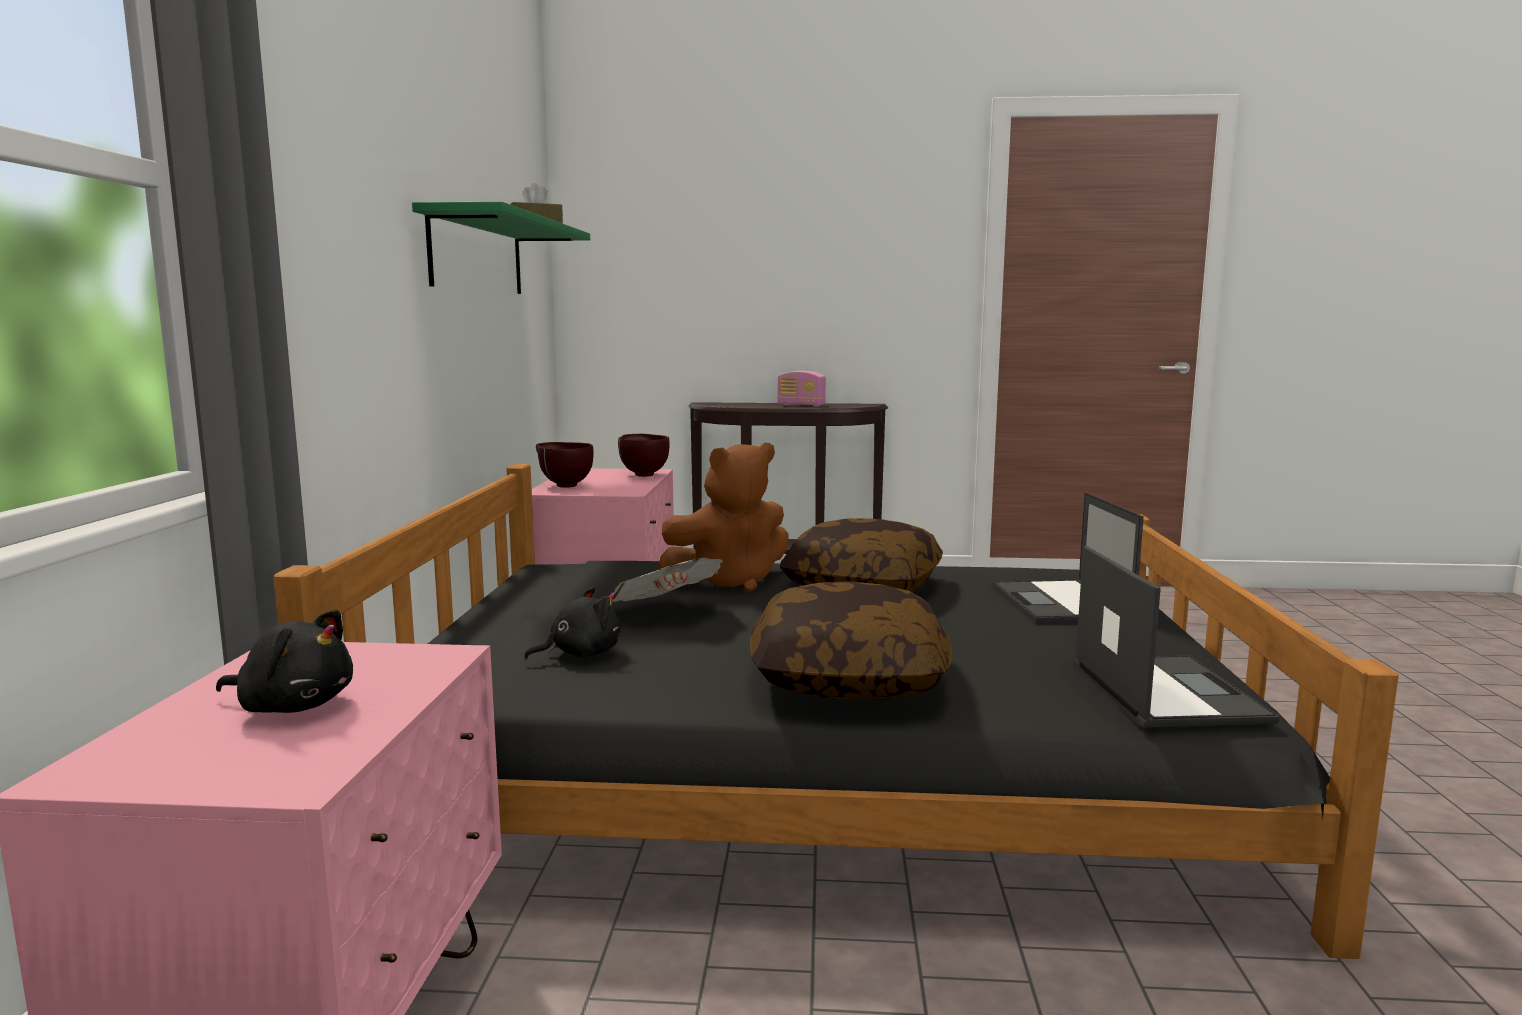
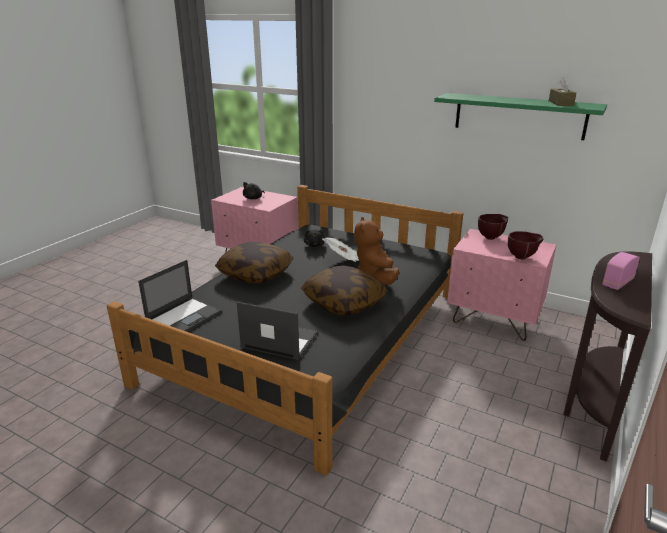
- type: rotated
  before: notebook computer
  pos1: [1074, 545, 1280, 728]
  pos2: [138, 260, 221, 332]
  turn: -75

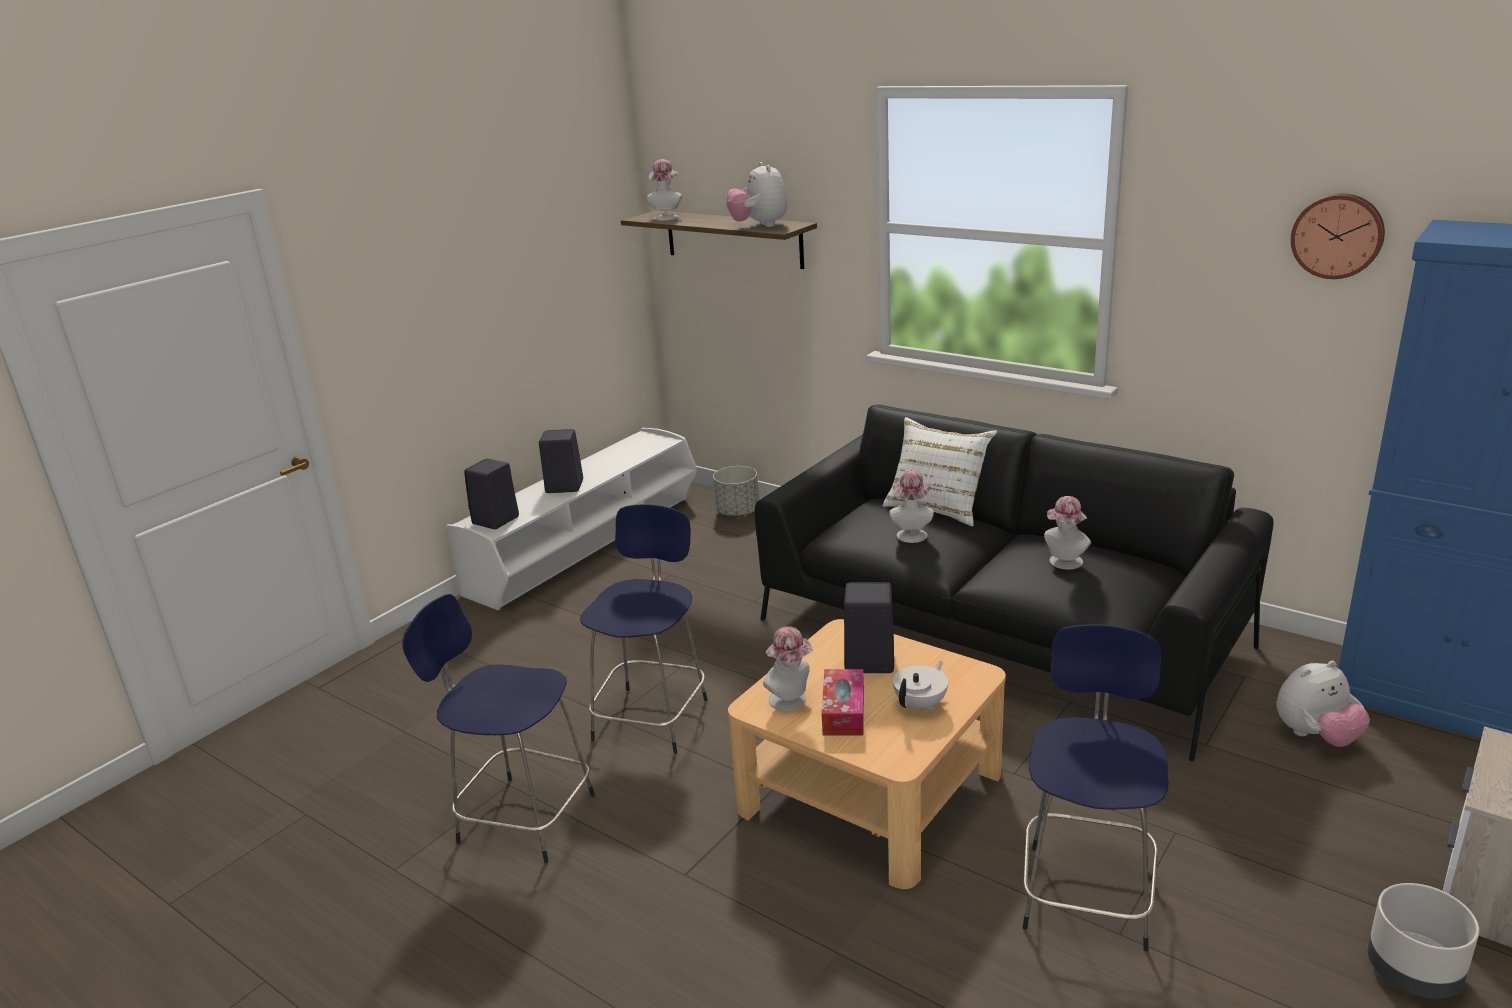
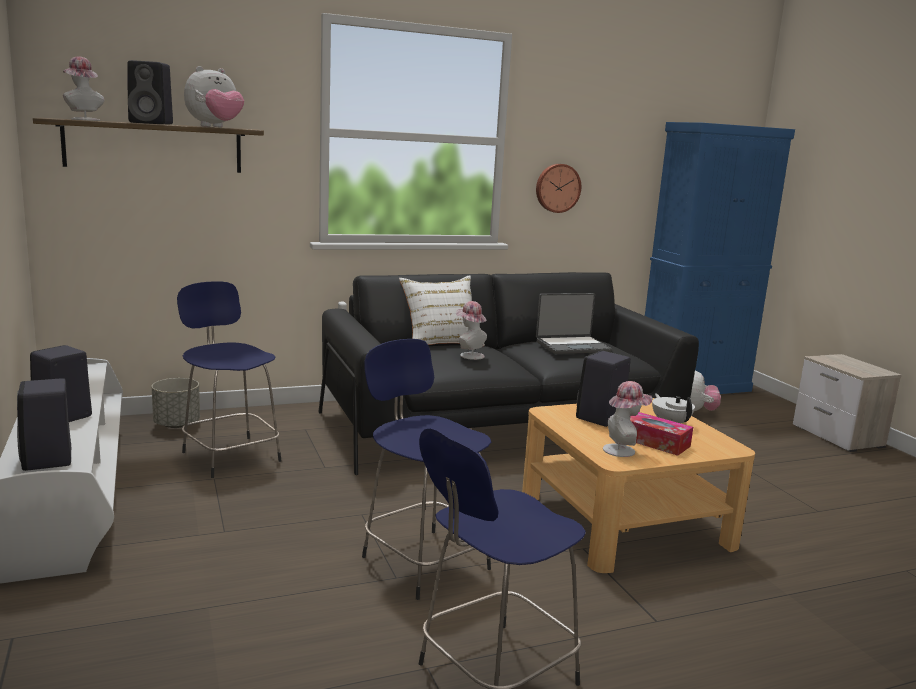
- type: new
  after: black audio speaker
  pos2: [127, 60, 173, 124]
- type: shifted
  before: bluish sitting stool
  pos1: [1023, 624, 1168, 952]
  pos2: [177, 281, 281, 478]
- type: rotated
  before: cuddly toy
  pos1: [727, 162, 787, 227]
  pos2: [184, 66, 244, 127]
  turn: -60
- type: shifted
  before: clock on the wall
  pos1: [1291, 194, 1385, 279]
  pos2: [536, 164, 581, 213]
- type: swapped
  before: clothing hat
  after: notebook computer
  pos1: [1044, 496, 1091, 570]
  pos2: [536, 293, 612, 354]
- type: gone
  before: gray plant pot
  pos1: [1367, 883, 1479, 998]

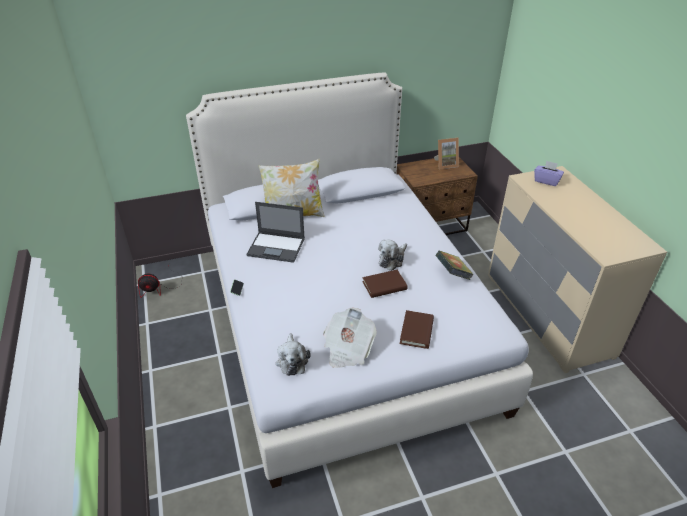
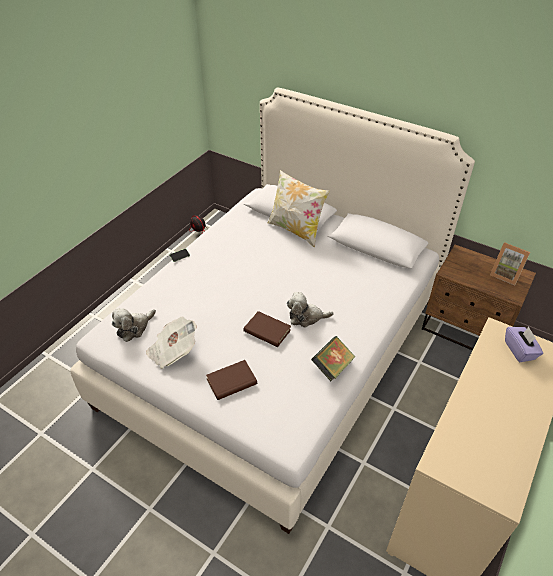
- type: gone
  before: notebook computer
  pos1: [246, 202, 305, 263]

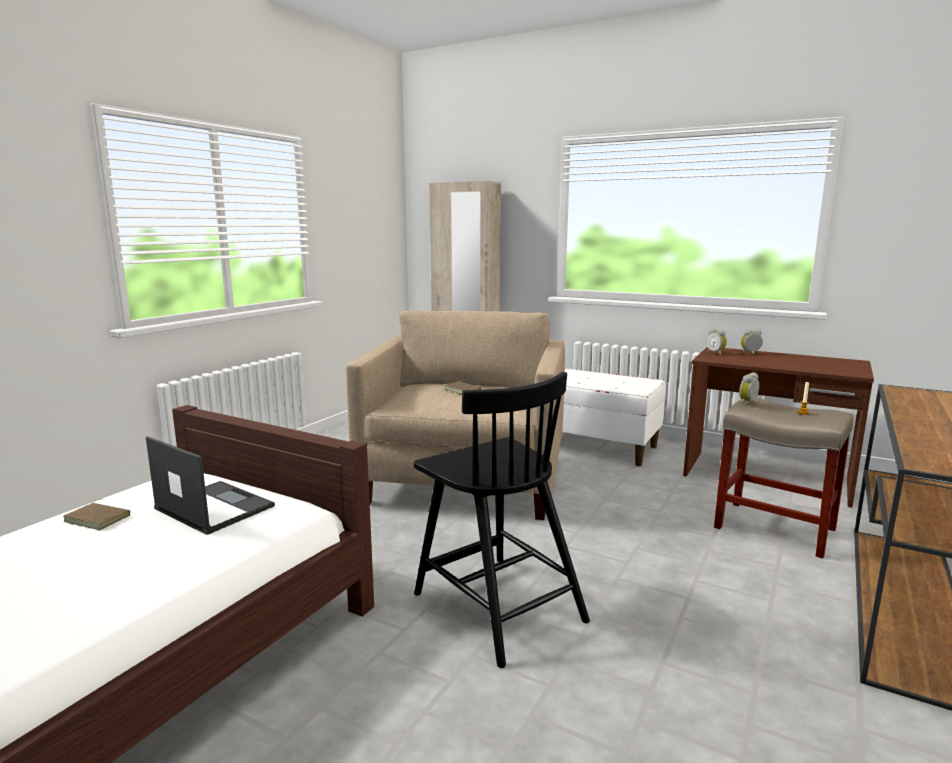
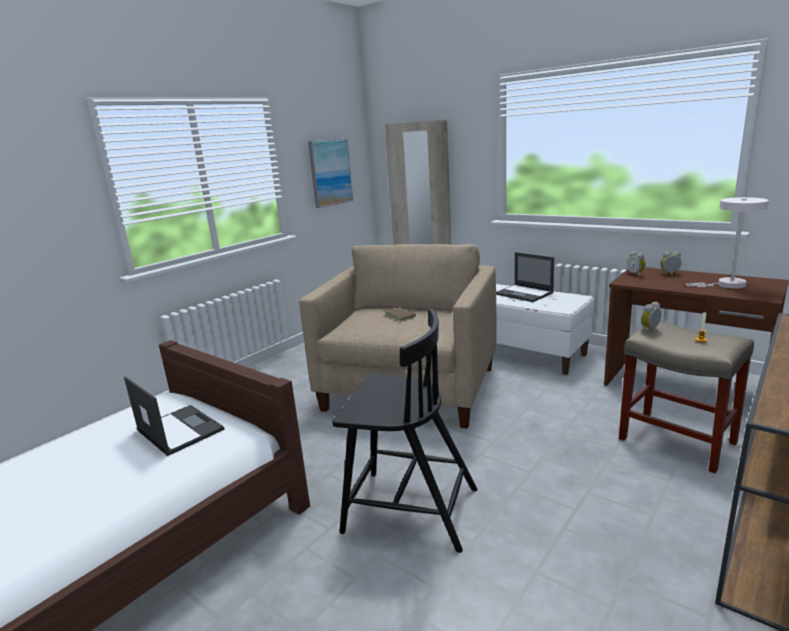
- type: new
  after: wall picture
  pos2: [308, 138, 353, 208]
- type: rotated
  before: black upright chair
  pos1: [414, 372, 590, 668]
  pos2: [332, 309, 478, 553]
  turn: -45
- type: new
  after: notebook computer
  pos2: [496, 252, 554, 302]
- type: new
  after: white table lamp
  pos2: [686, 197, 769, 289]
- type: gone
  before: brown volume
  pos1: [63, 499, 130, 530]

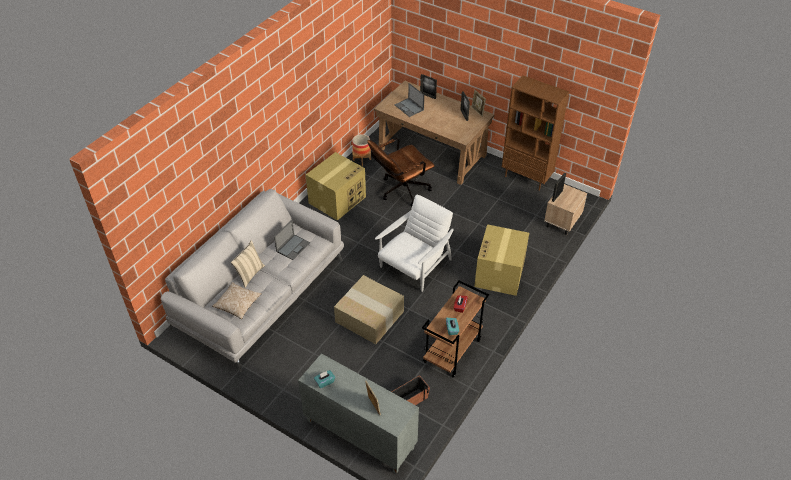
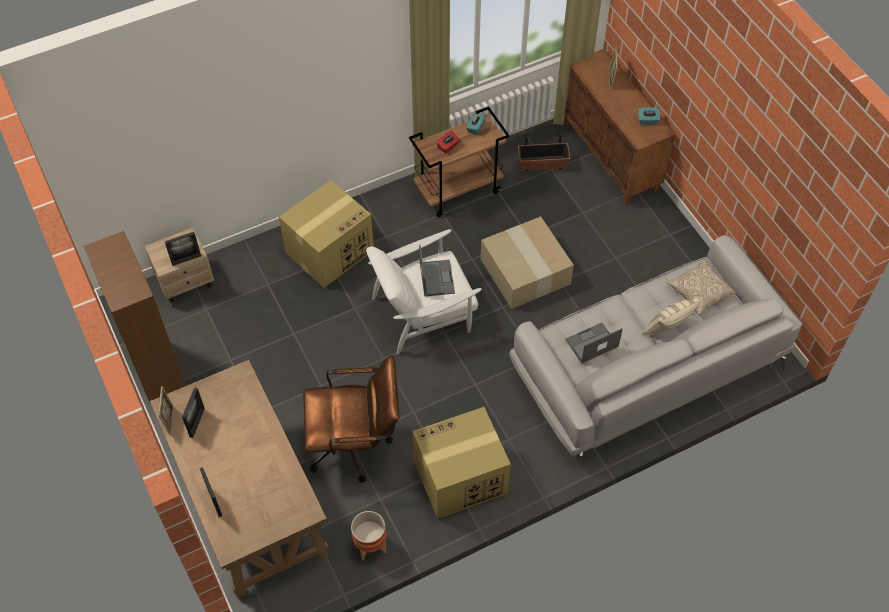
- type: shifted
  before: notebook computer
  pos1: [394, 83, 424, 117]
  pos2: [419, 245, 455, 297]
- type: repainted
  before: gray storage cabinet
  after: brown storage cabinet
  pos1: [298, 353, 419, 474]
  pos2: [564, 49, 675, 205]

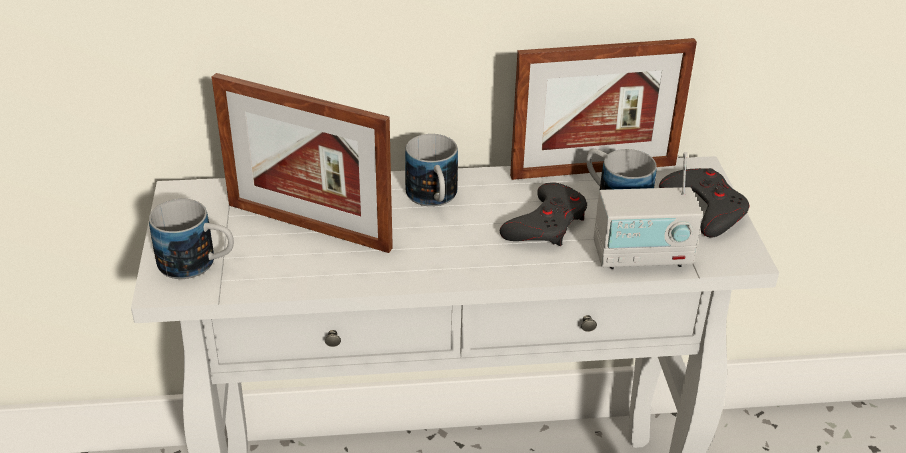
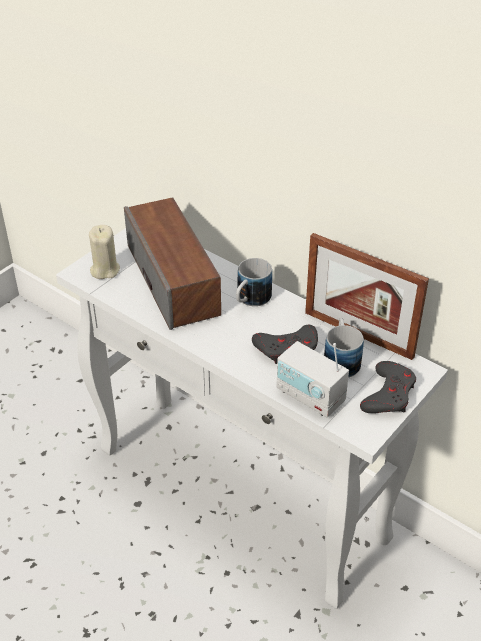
- type: swapped
  before: coffee mug
  after: beige-coloured wax light
  pos1: [149, 199, 234, 279]
  pos2: [89, 225, 120, 279]
- type: swapped
  before: picture frame
  after: audio speaker
  pos1: [212, 73, 393, 253]
  pos2: [124, 197, 221, 330]

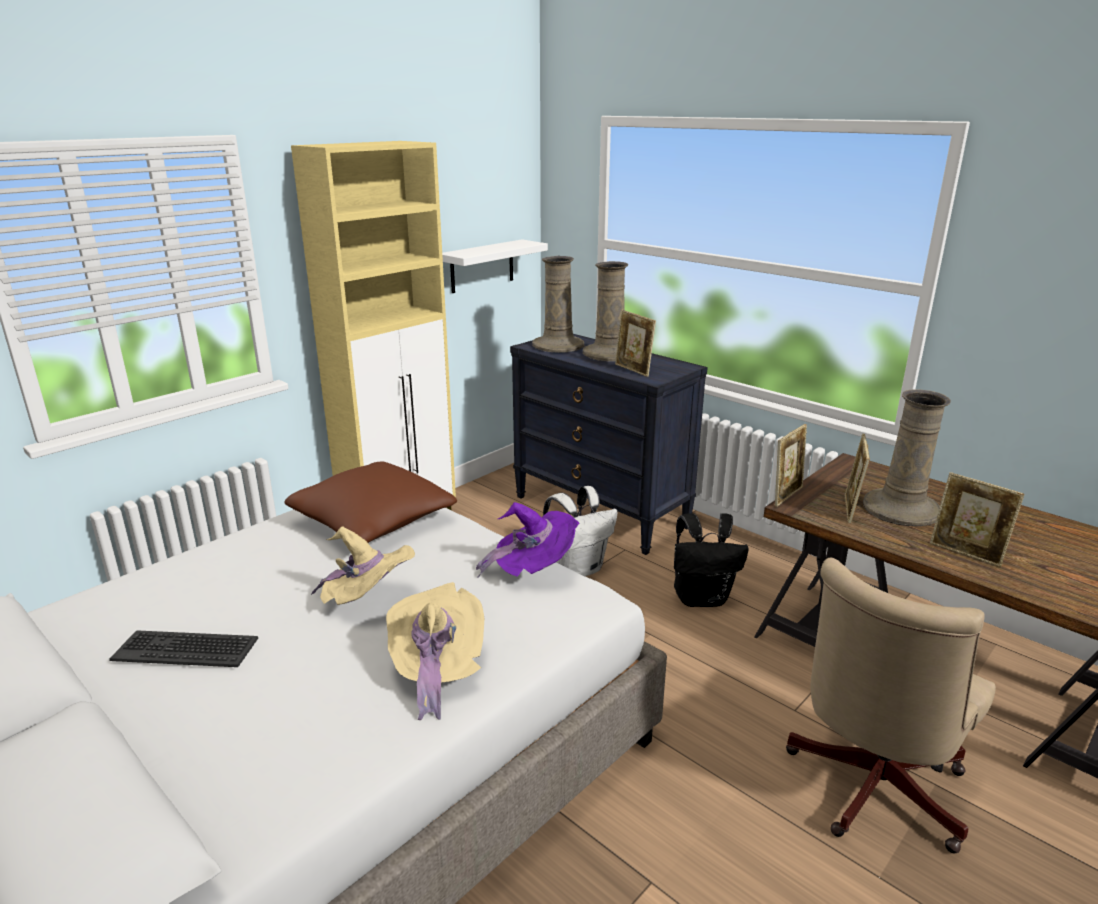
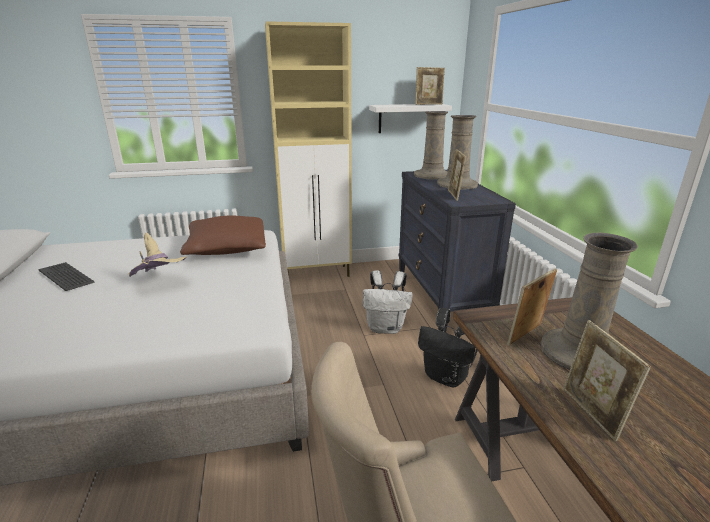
- type: shifted
  before: picture frame
  pos1: [775, 424, 807, 507]
  pos2: [415, 67, 445, 105]
- type: gone
  before: beige-coloured clothing hat
  pos1: [386, 582, 484, 720]
- type: gone
  before: purple clothing hat
  pos1: [476, 502, 579, 578]

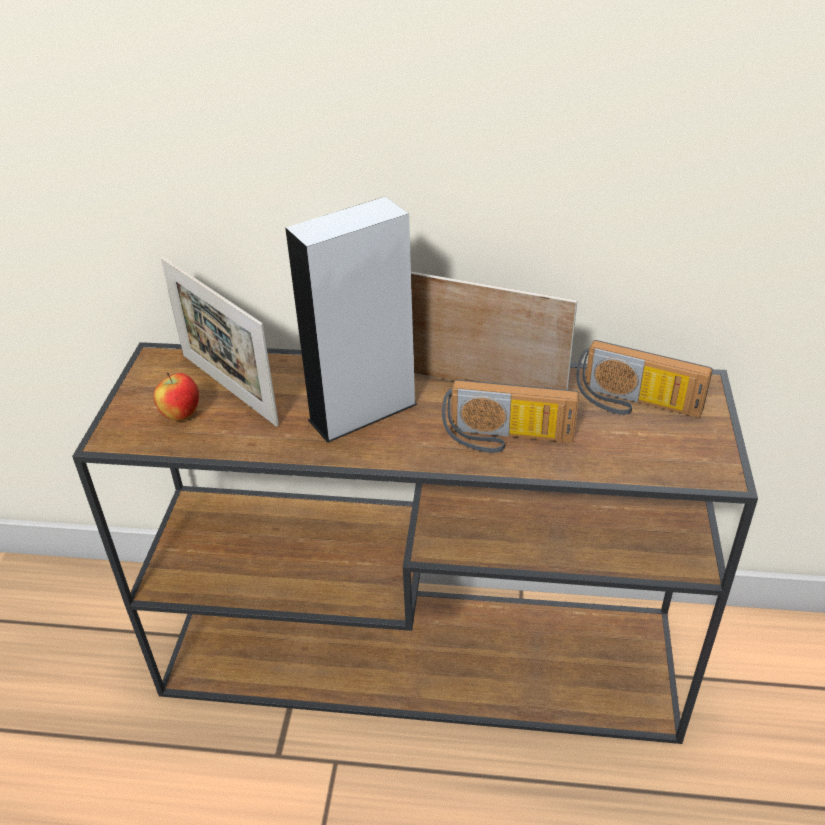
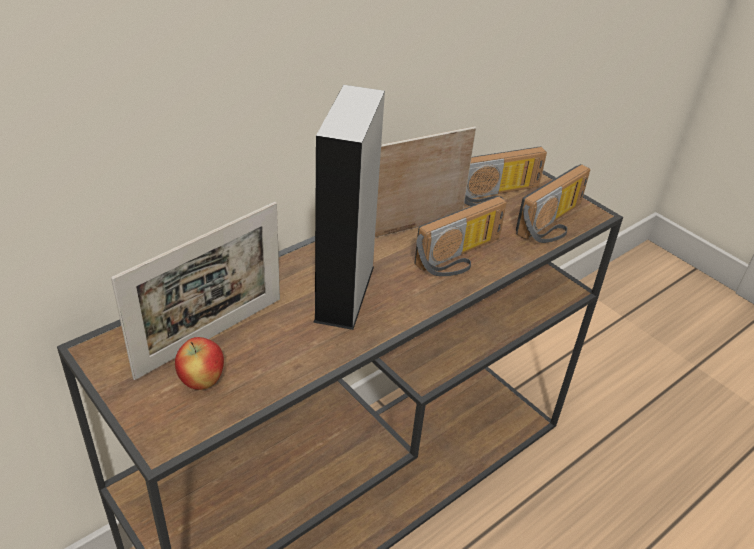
- type: rotated
  before: picture frame
  pos1: [161, 257, 279, 427]
  pos2: [111, 202, 280, 380]
  turn: -45
- type: new
  after: radio set
  pos2: [516, 164, 590, 243]

